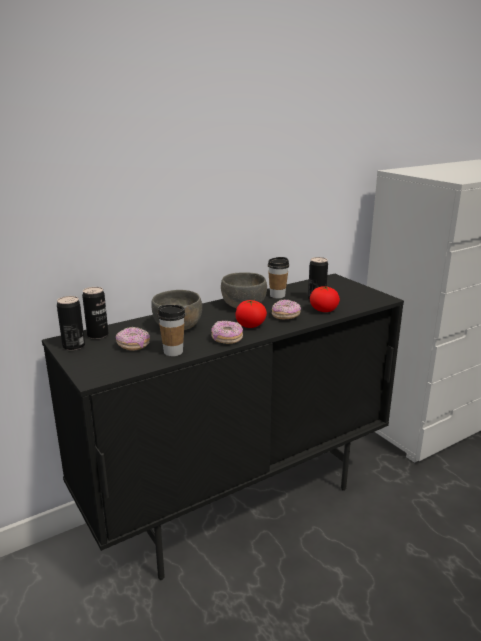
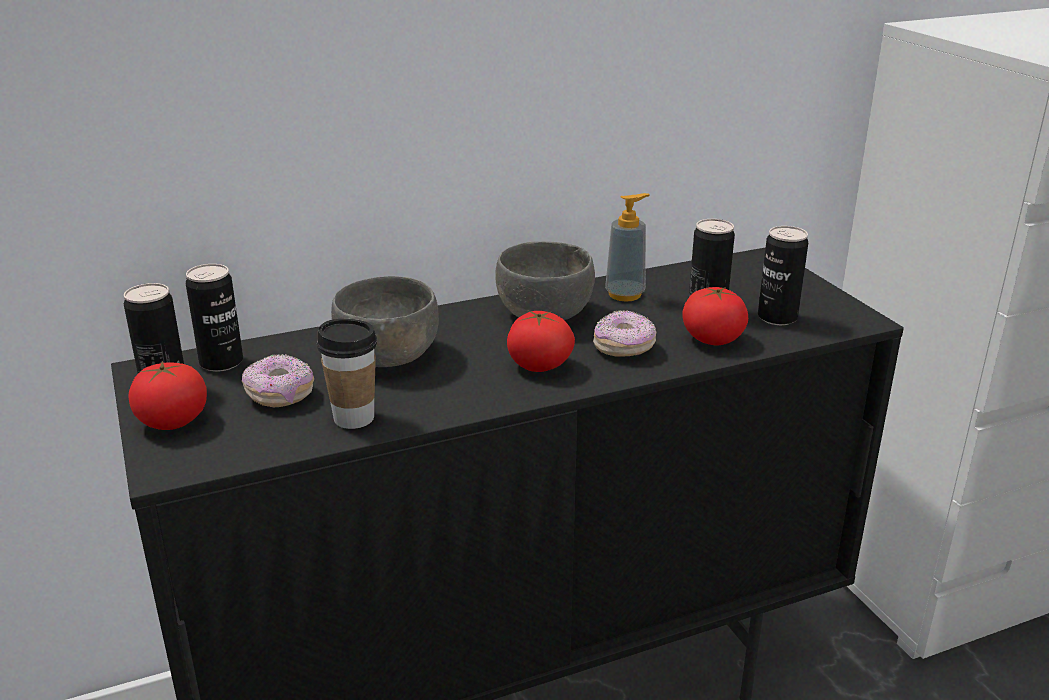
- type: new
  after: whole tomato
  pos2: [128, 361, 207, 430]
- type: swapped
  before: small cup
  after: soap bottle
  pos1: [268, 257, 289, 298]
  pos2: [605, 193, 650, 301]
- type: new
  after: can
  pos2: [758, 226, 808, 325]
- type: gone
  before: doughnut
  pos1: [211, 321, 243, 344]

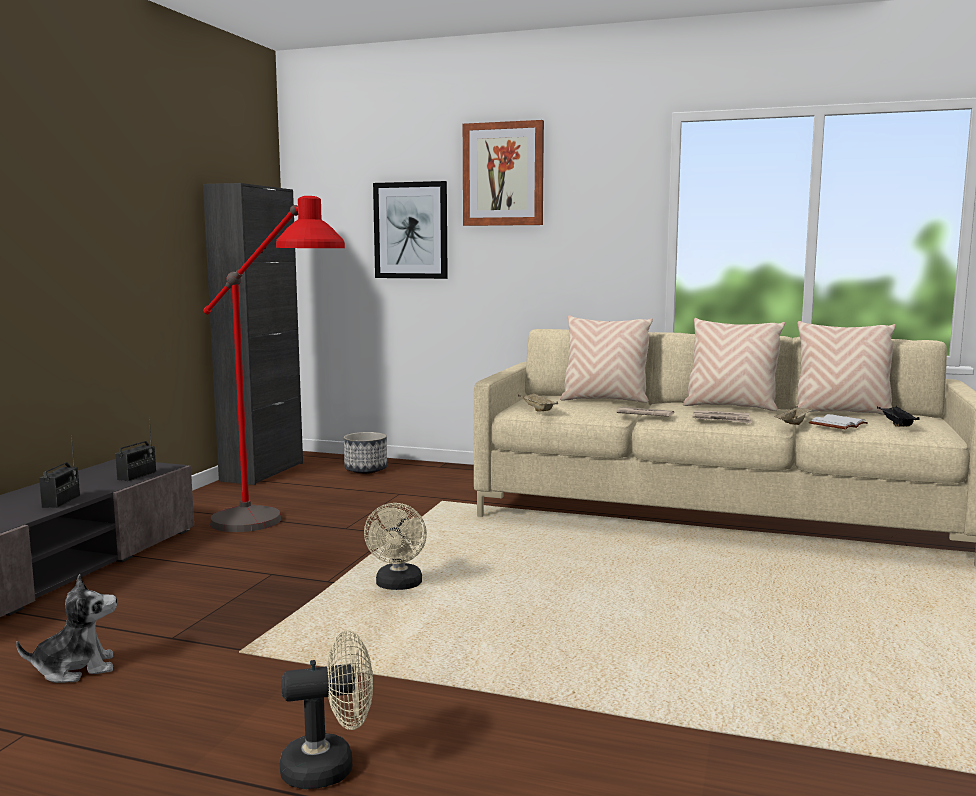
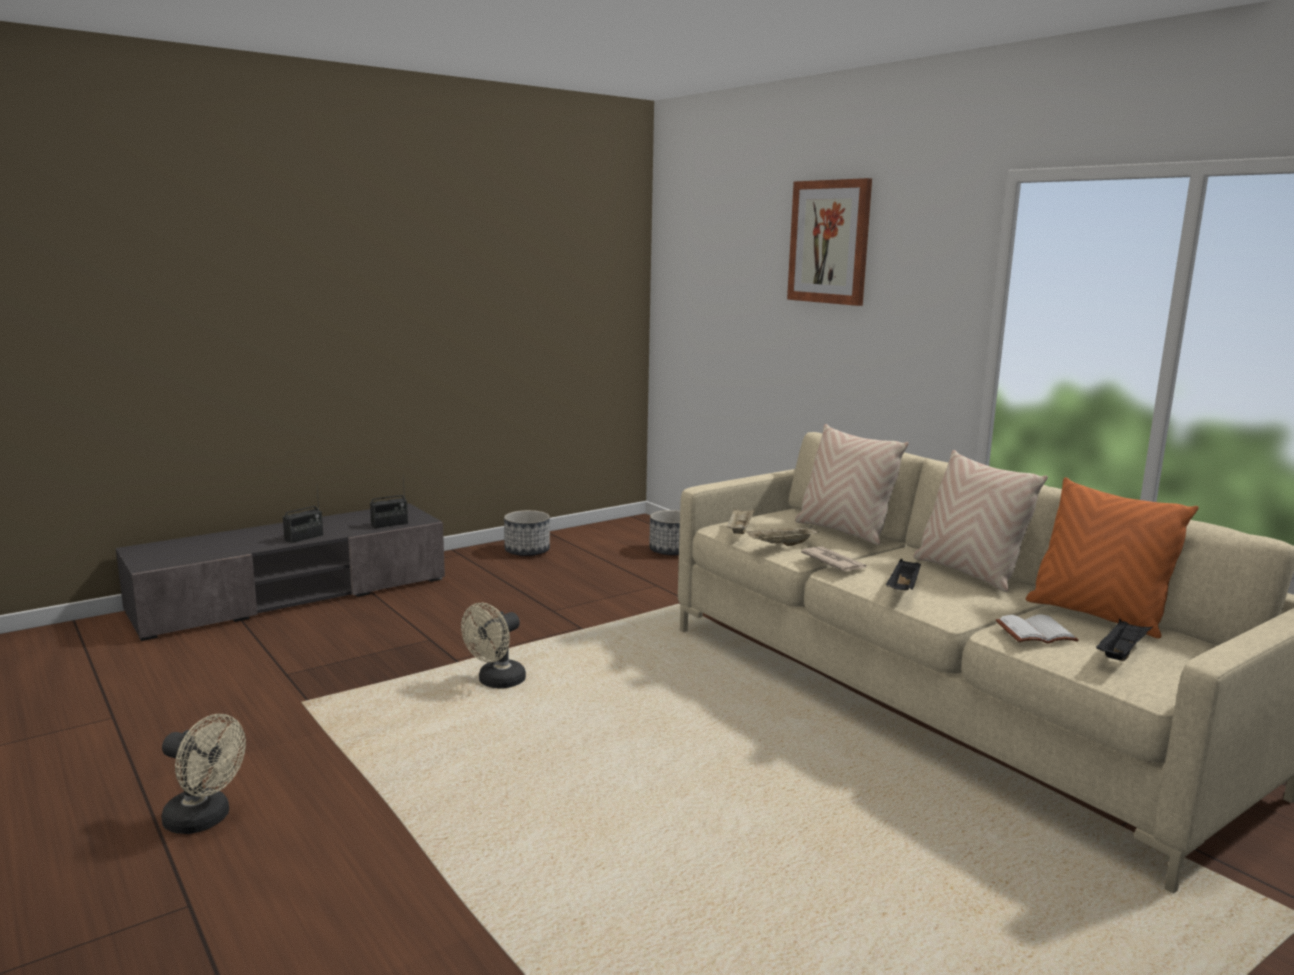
- type: new
  after: plant pot
  pos2: [504, 510, 550, 556]
- type: shifted
  before: beige-coloured serving tray
  pos1: [774, 406, 812, 425]
  pos2: [746, 525, 819, 546]
- type: swapped
  before: newspaper
  after: black serving tray
  pos1: [693, 410, 751, 424]
  pos2: [886, 559, 921, 590]
- type: repainted
  before: beige-coloured pillow
  after: orange-coloured pillow
  pos1: [797, 321, 896, 415]
  pos2: [1026, 477, 1199, 638]
- type: gone
  before: cuddly toy
  pos1: [16, 574, 117, 683]
- type: gone
  before: black storage cabinet
  pos1: [203, 183, 303, 485]
- type: gone
  before: reddish standard lamp
  pos1: [203, 196, 345, 532]
- type: gone
  before: wall picture
  pos1: [373, 181, 448, 279]

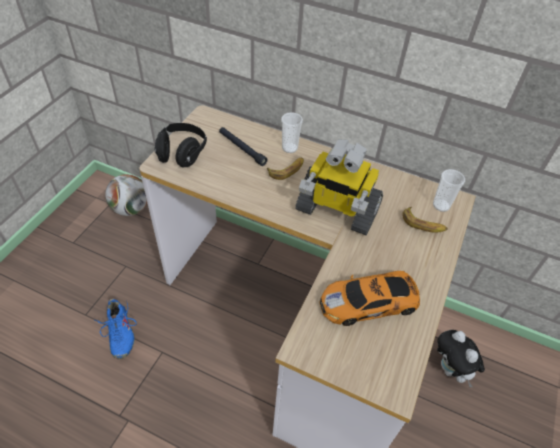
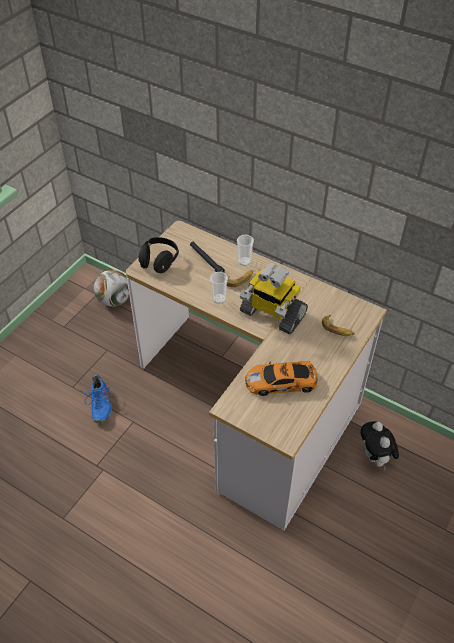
- type: shifted
  before: small cup
  pos1: [433, 169, 465, 212]
  pos2: [210, 272, 228, 304]

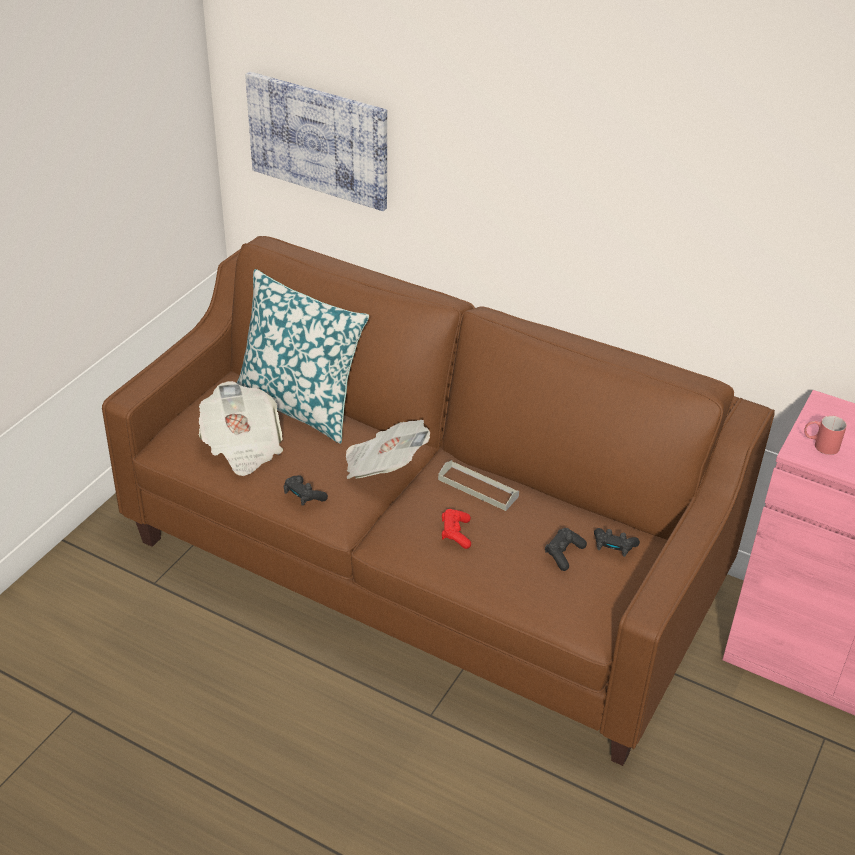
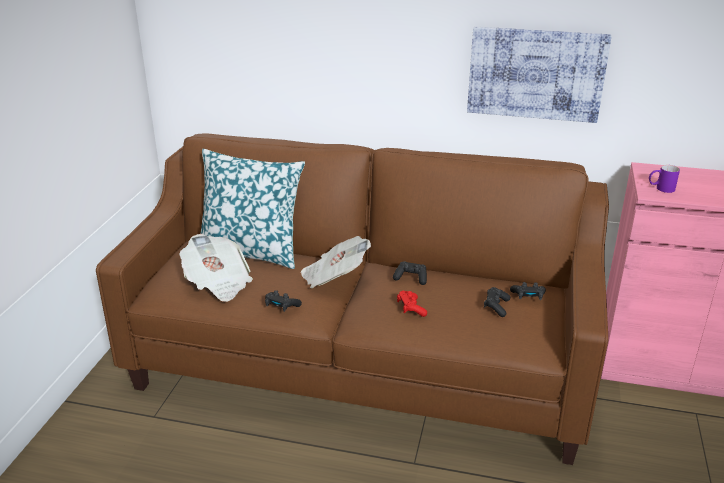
- type: swapped
  before: gray serving tray
  after: black joypad
  pos1: [438, 460, 519, 511]
  pos2: [393, 262, 427, 285]
- type: shifted
  before: wall picture
  pos1: [245, 71, 387, 211]
  pos2: [467, 27, 611, 123]
- type: repainted
  before: reddish coffee mug
  after: purple coffee mug
  pos1: [804, 415, 847, 455]
  pos2: [649, 165, 680, 193]

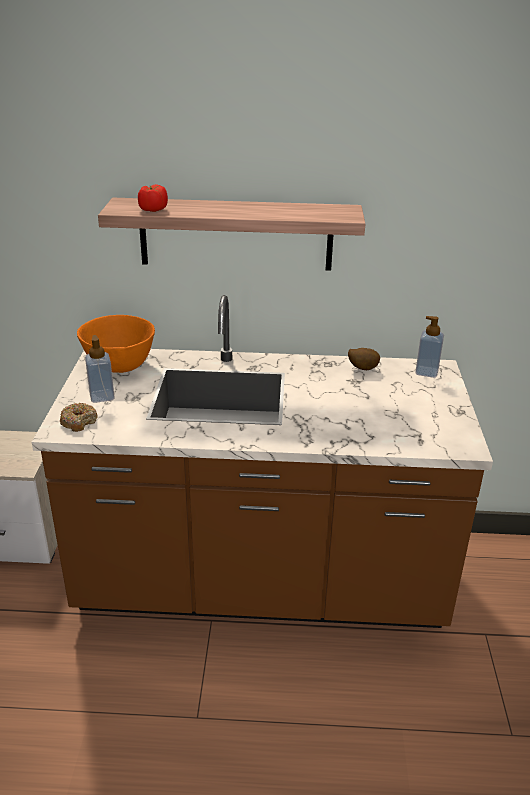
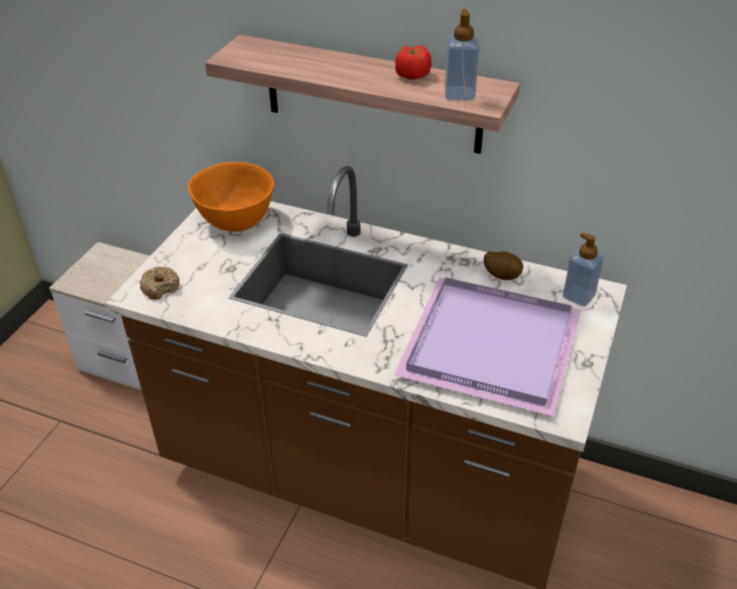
- type: new
  after: purple serving tray
  pos2: [394, 277, 581, 416]
- type: shifted
  before: whole tomato
  pos1: [138, 184, 168, 212]
  pos2: [395, 46, 432, 80]
- type: shifted
  before: soap bottle
  pos1: [85, 335, 115, 403]
  pos2: [445, 9, 479, 101]

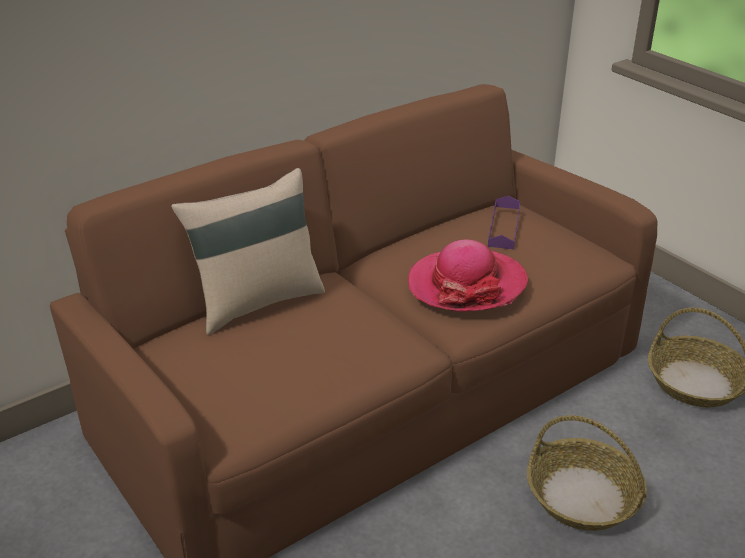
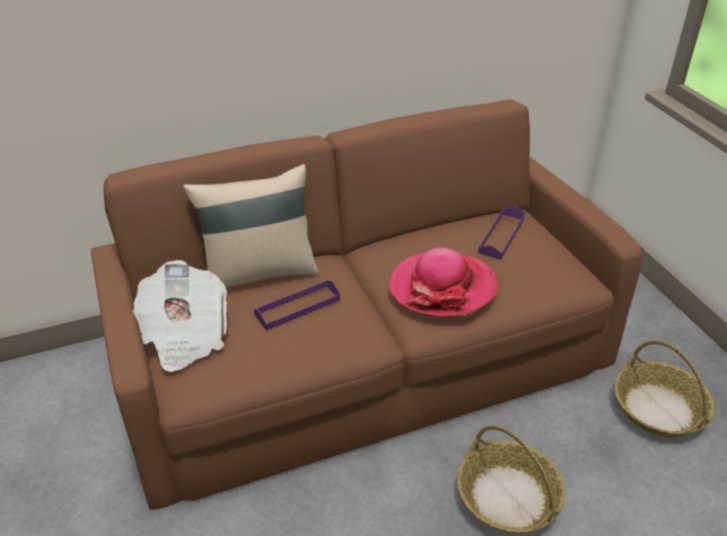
- type: new
  after: newspaper
  pos2: [133, 260, 227, 372]
- type: new
  after: purple serving tray
  pos2: [254, 280, 340, 331]

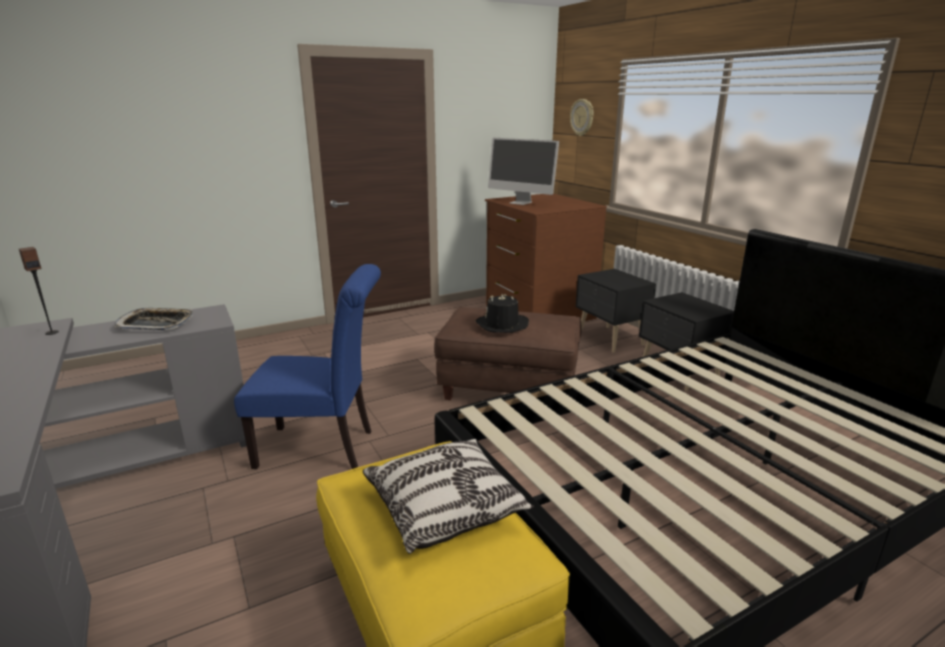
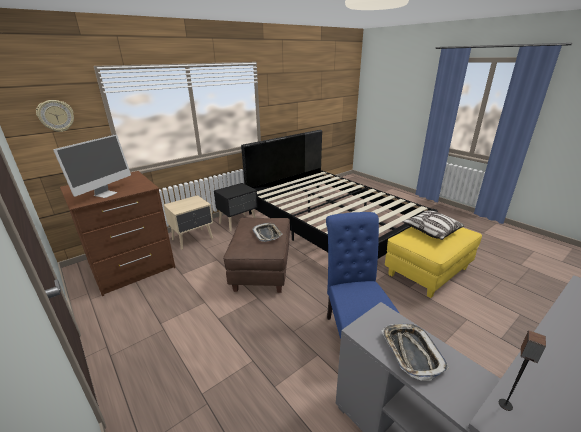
- type: repainted
  before: black night table
  after: beige-coloured night table
  pos1: [576, 269, 656, 353]
  pos2: [164, 195, 213, 250]
- type: swapped
  before: black clothing hat
  after: serving tray
  pos1: [476, 294, 529, 333]
  pos2: [252, 223, 282, 242]

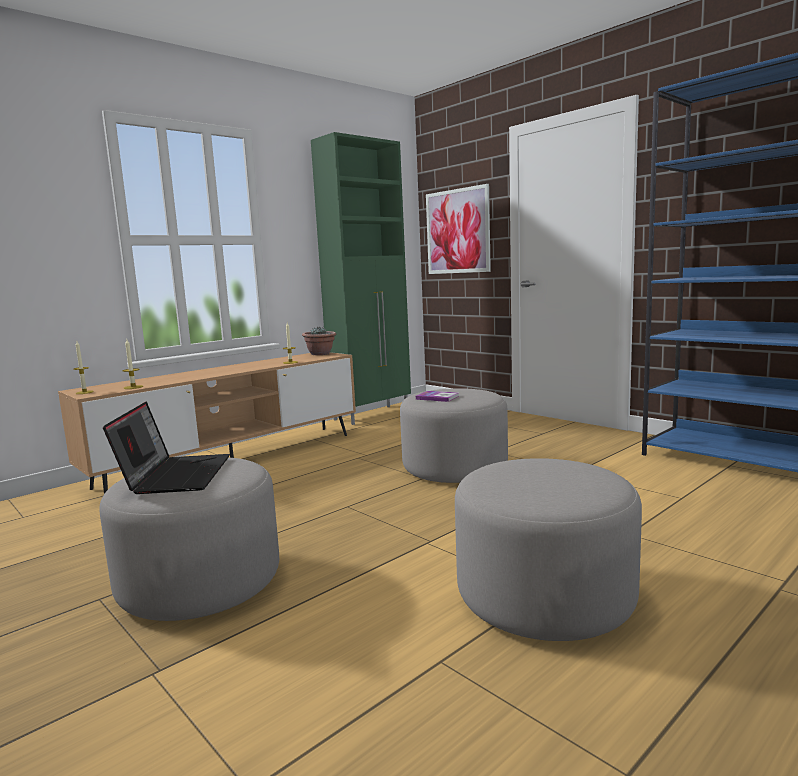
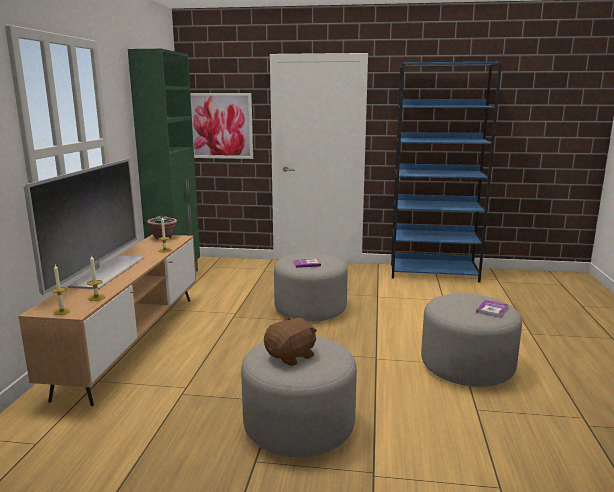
- type: new
  after: television
  pos2: [24, 158, 144, 295]
- type: swapped
  before: notebook computer
  after: brown cuddly toy
  pos1: [103, 402, 230, 494]
  pos2: [264, 316, 317, 366]
- type: new
  after: volume
  pos2: [476, 300, 509, 318]

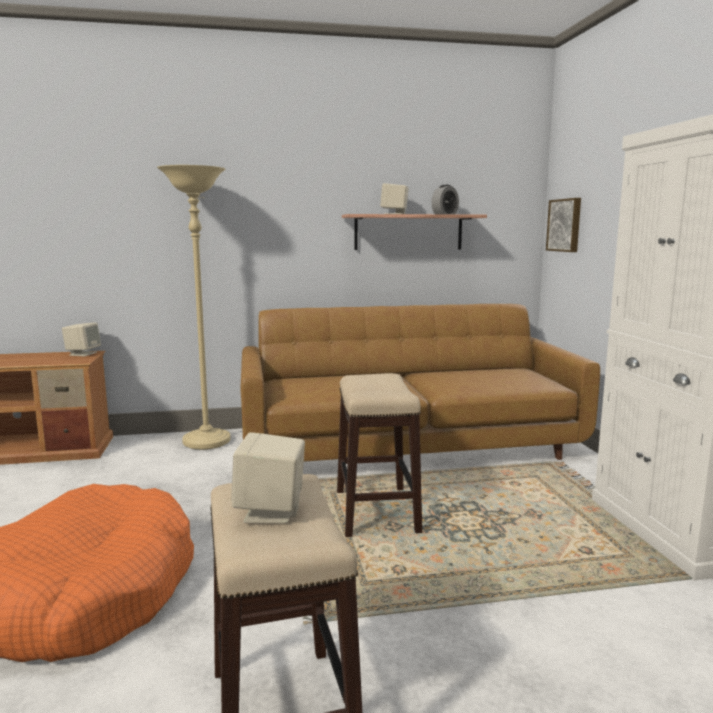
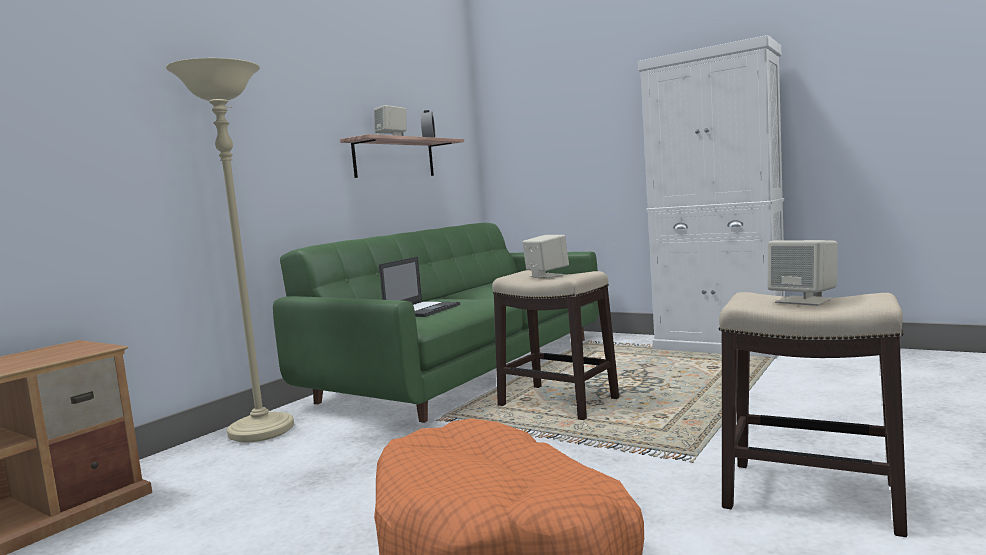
- type: repainted
  before: brown couch
  after: green-coloured couch
  pos1: [241, 304, 600, 462]
  pos2: [273, 223, 599, 423]
- type: new
  after: notebook computer
  pos2: [379, 257, 460, 317]
- type: shifted
  before: beige-coloured audio speaker
  pos1: [62, 322, 101, 356]
  pos2: [522, 235, 569, 278]
- type: gone
  before: wall picture
  pos1: [546, 198, 581, 252]

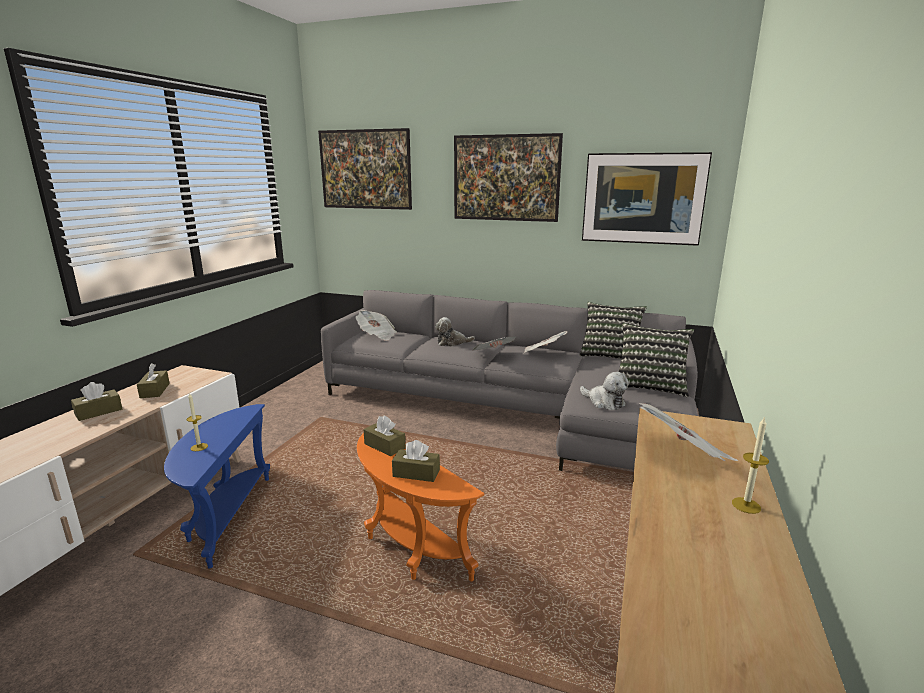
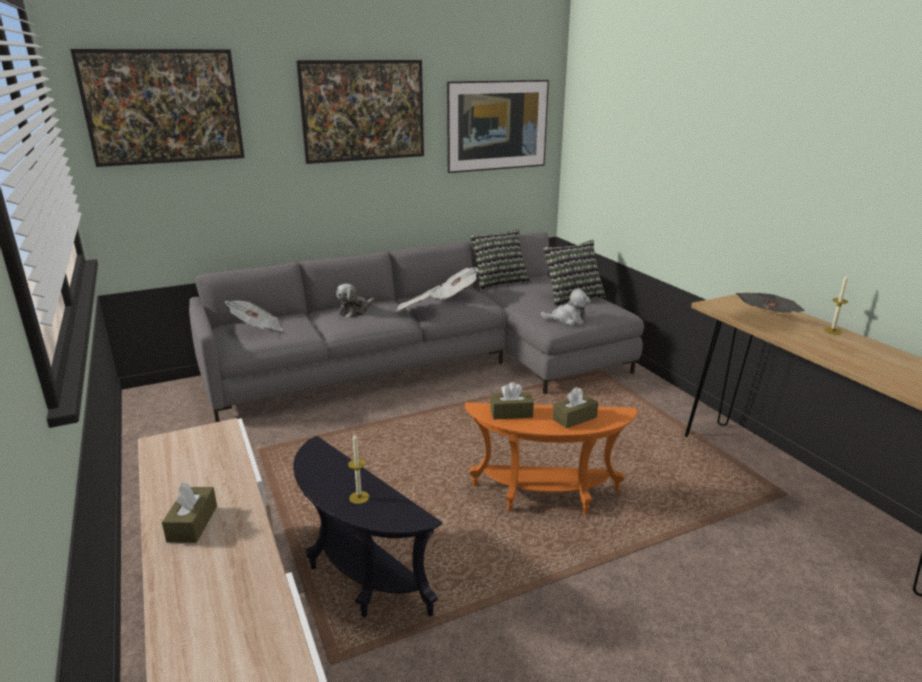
- type: repainted
  before: bluish side table
  after: black side table
  pos1: [164, 404, 270, 569]
  pos2: [293, 436, 442, 617]
- type: gone
  before: brown tissue box
  pos1: [137, 363, 170, 398]

